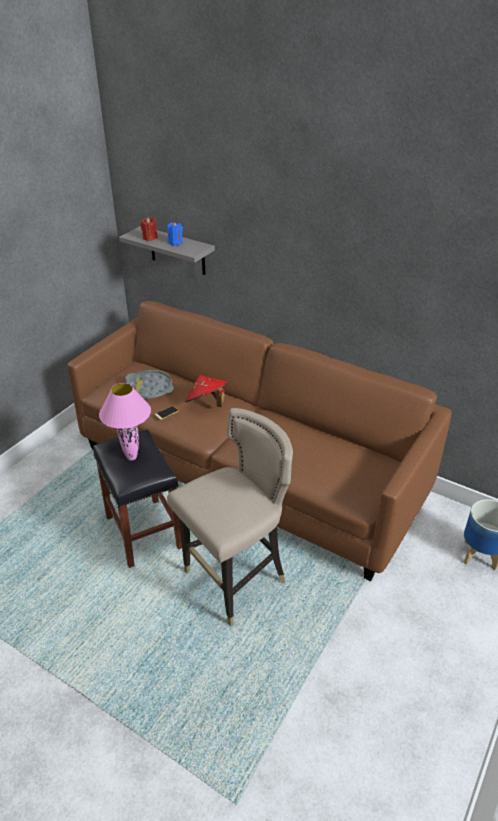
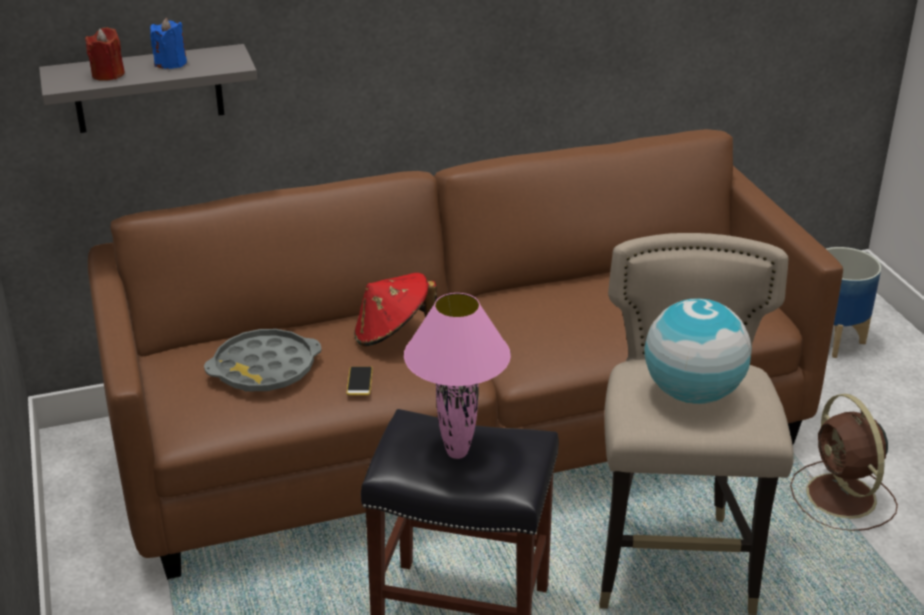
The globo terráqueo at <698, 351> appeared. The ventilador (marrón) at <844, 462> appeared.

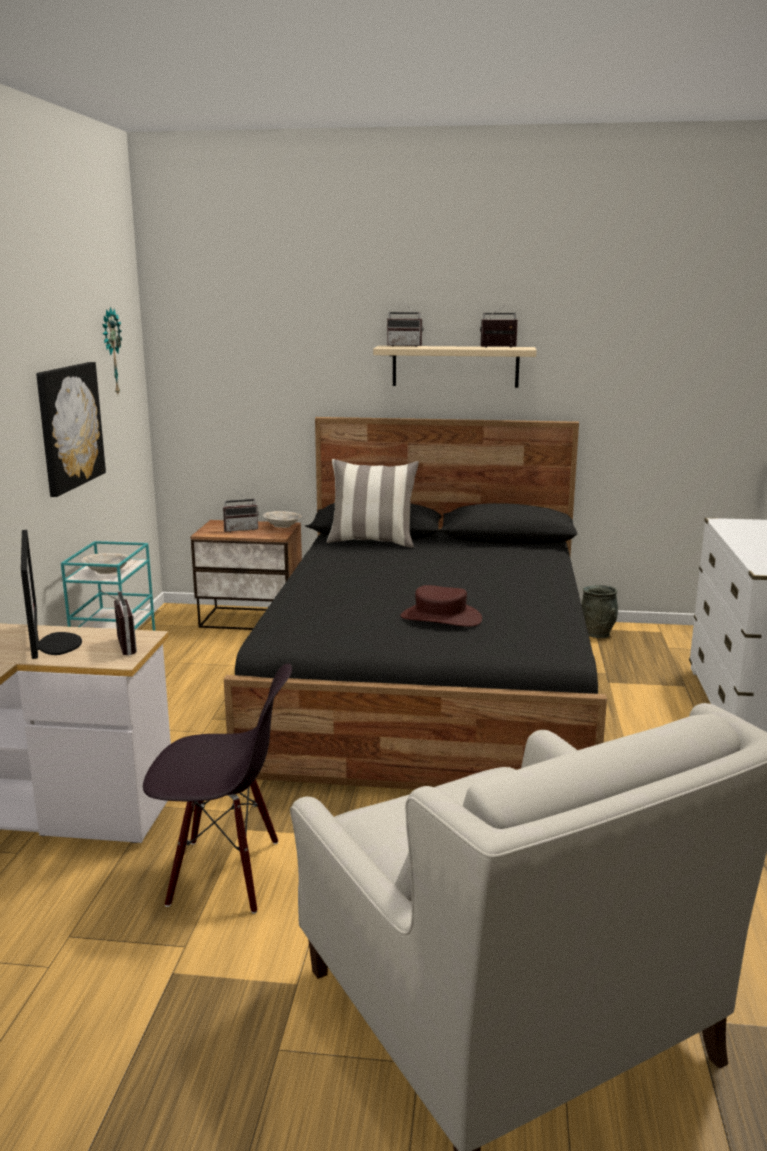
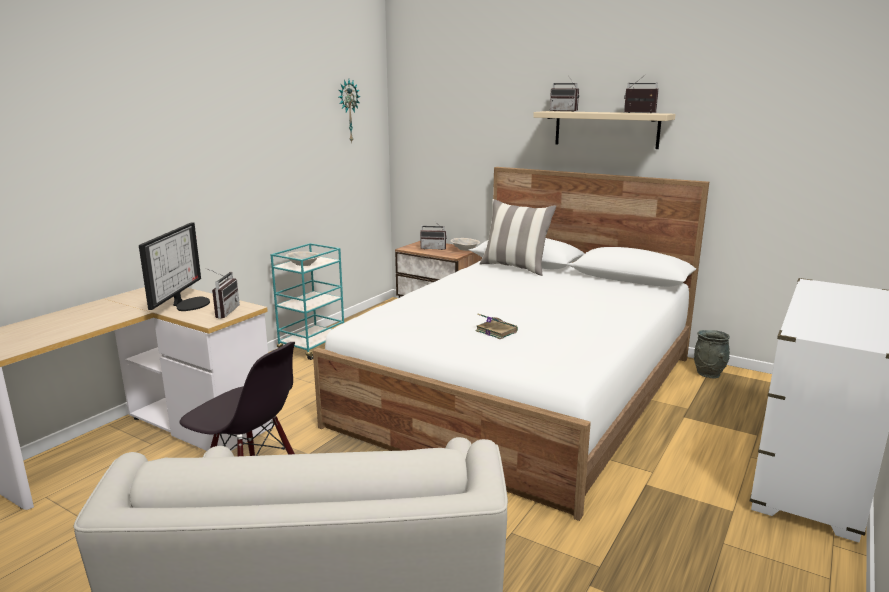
The cuadro at <71, 429> disappeared. The cama (negro) at <415, 603> became the cama (blanco) at <511, 344>. The sombrero (marrón) at <441, 606> was replaced by the libro at <496, 326>.

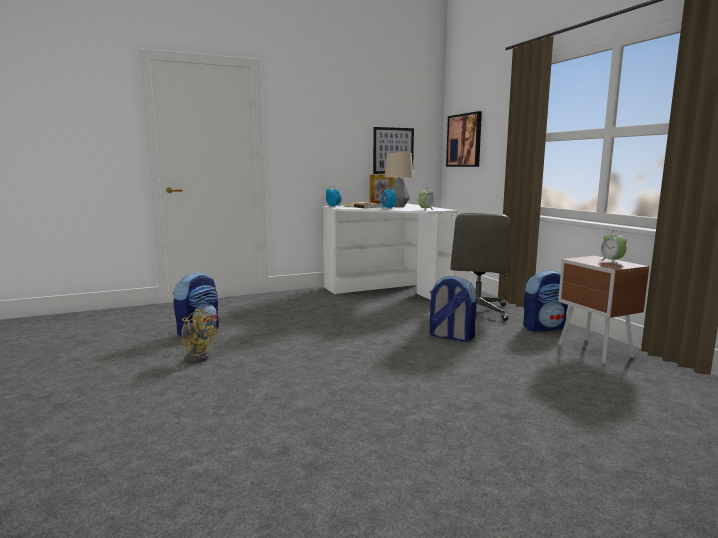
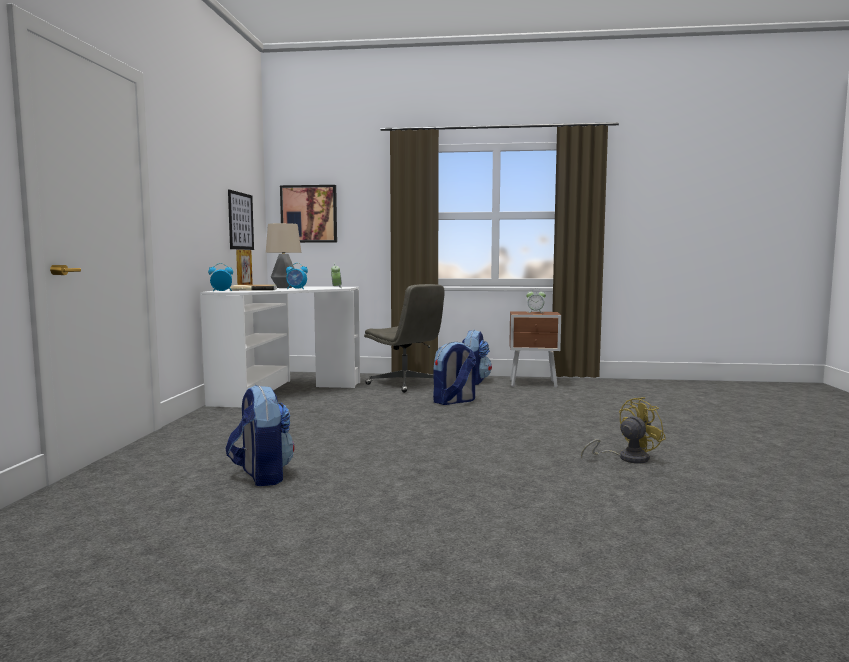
The ventilador (amarillo) moved from <199, 336> to <623, 430>.

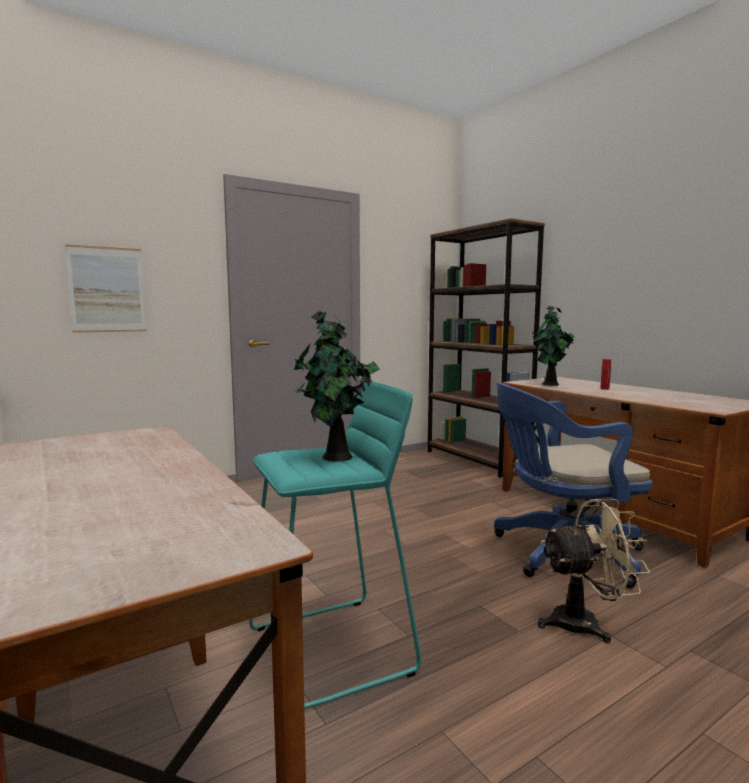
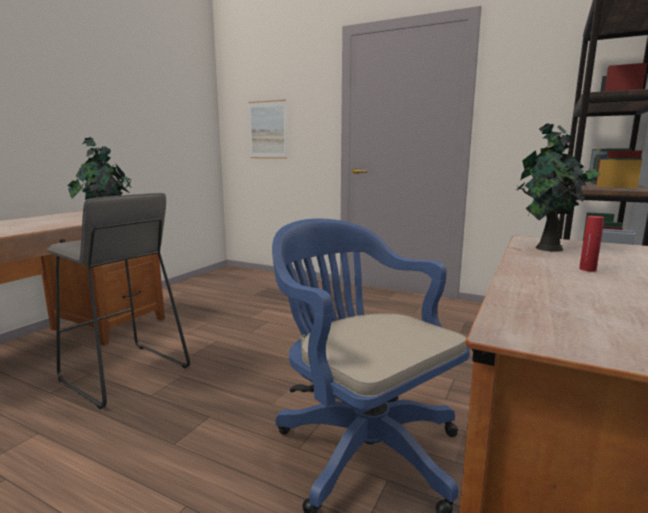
The taburete (turquesa) at <335, 545> became the taburete (gris) at <118, 301>. The ventilador (beis) at <594, 571> disappeared.

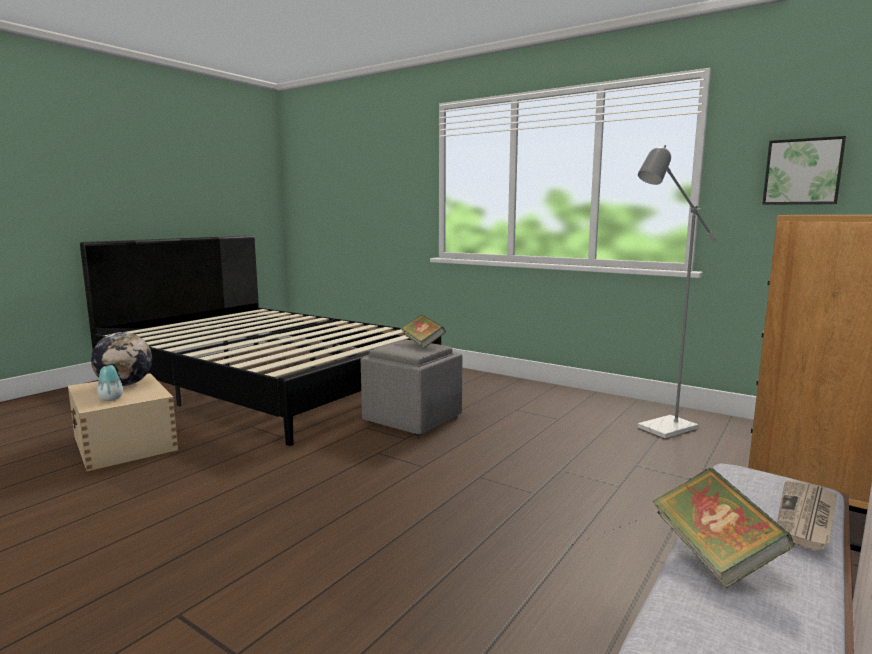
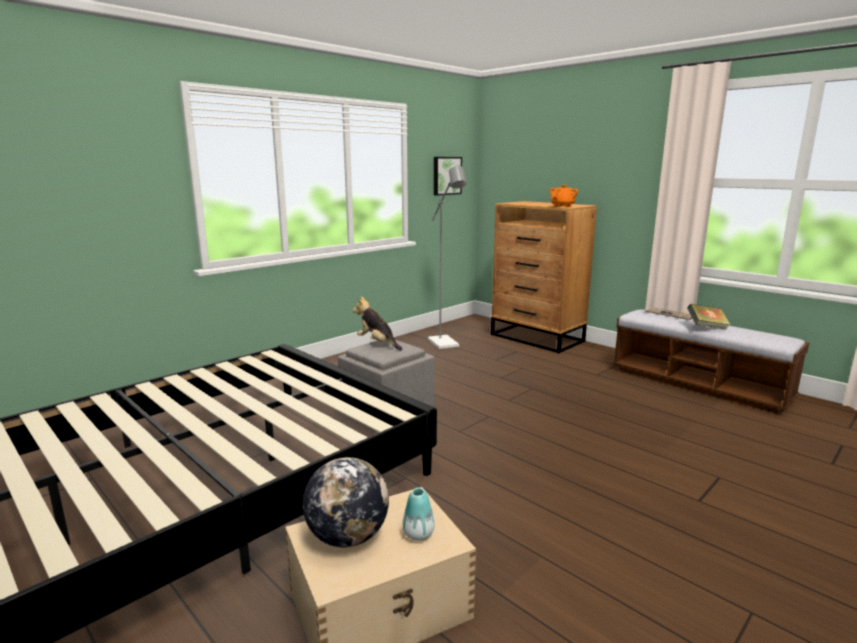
The libro at <423, 331> was replaced by the peluche at <378, 323>. The tetera (naranja) at <564, 196> appeared.

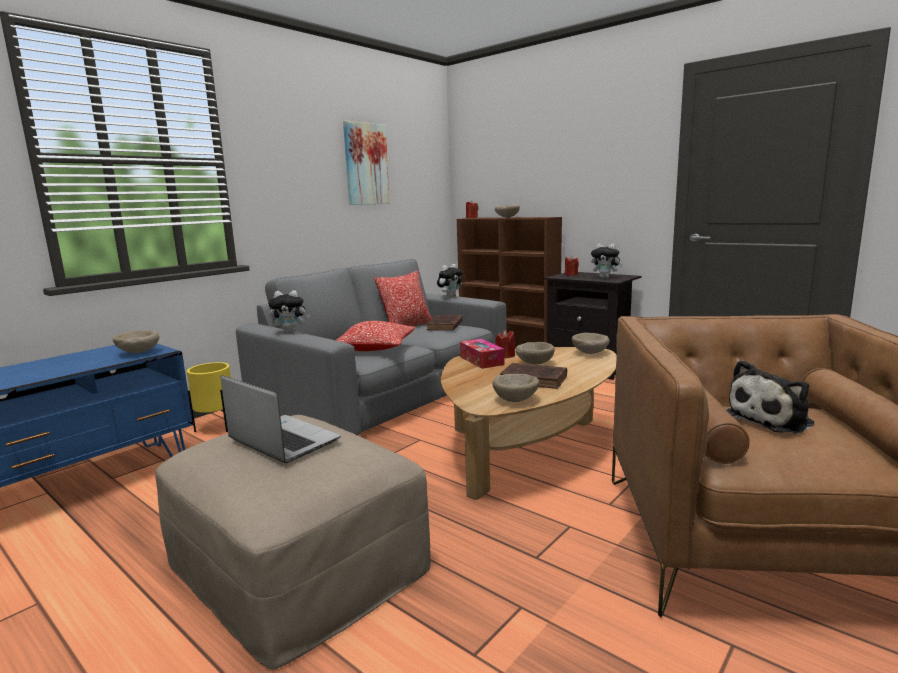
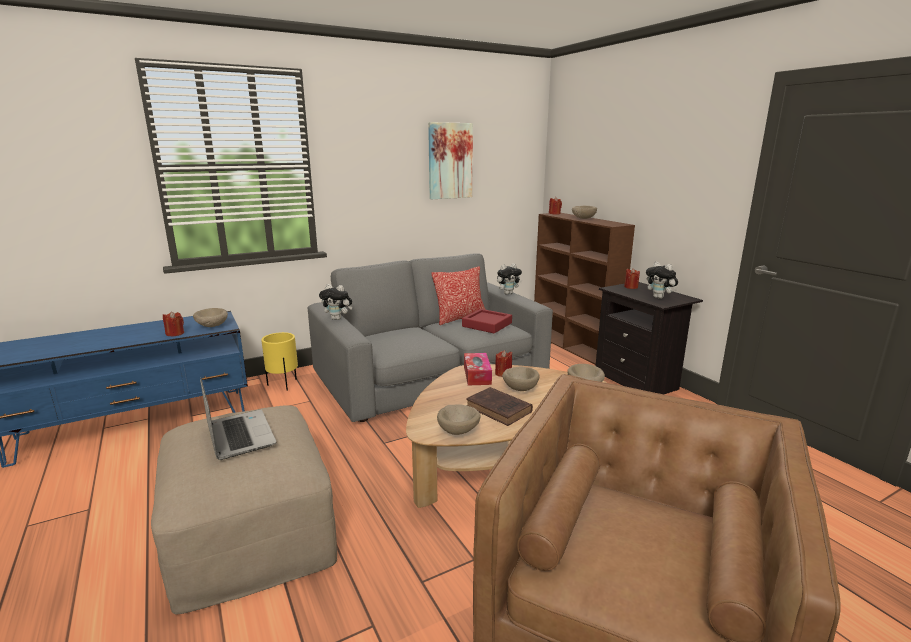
The libro (marrón) at <444, 323> was replaced by the bandeja (rojo) at <487, 321>. The cojín at <375, 336> disappeared. The peluche at <770, 397> disappeared. The vela (rojo) at <173, 323> appeared.

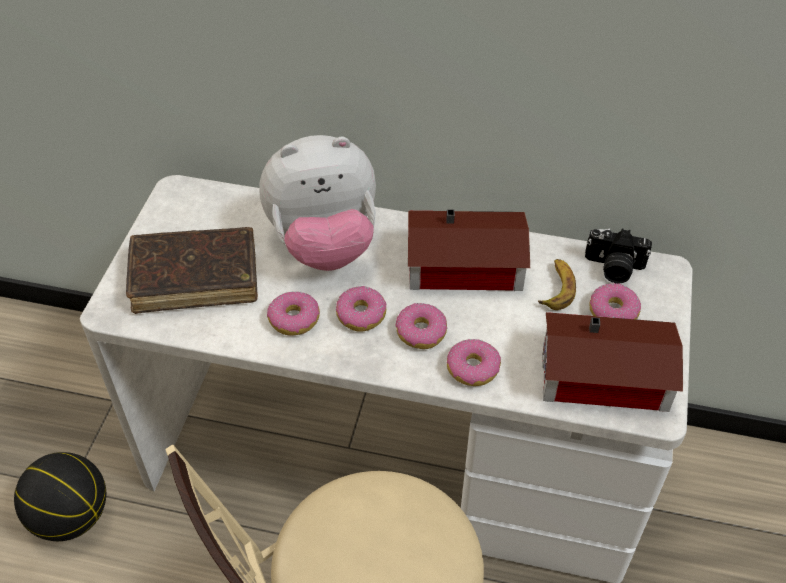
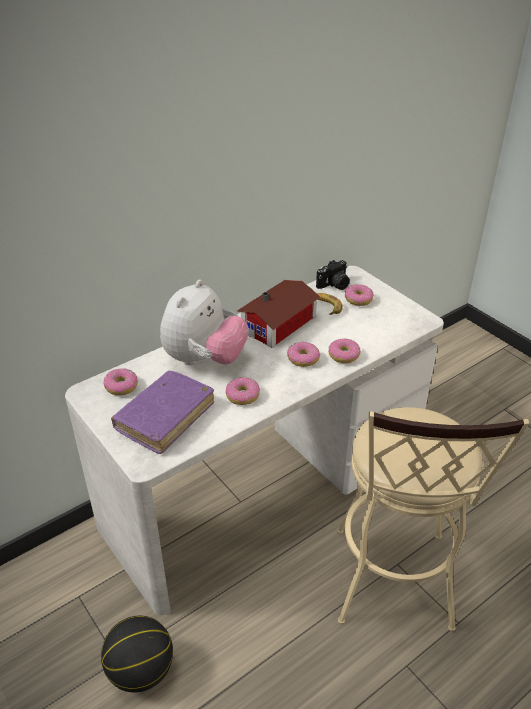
The libro (marrón) at <192, 270> became the libro (morado) at <162, 412>. The rosquilla moved from <361, 309> to <121, 381>. The casita at <612, 362> disappeared.

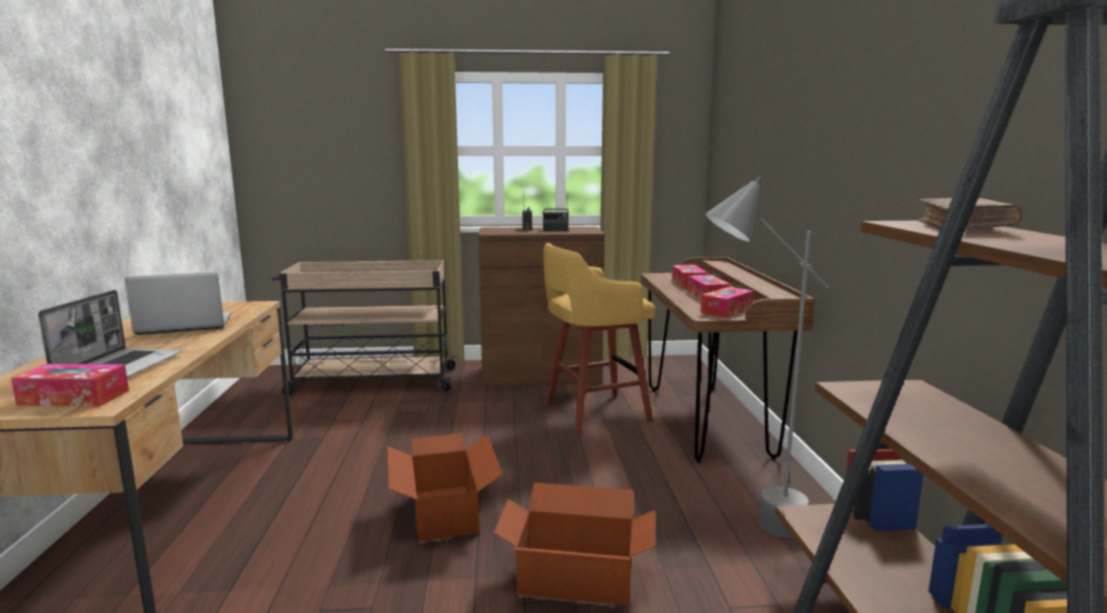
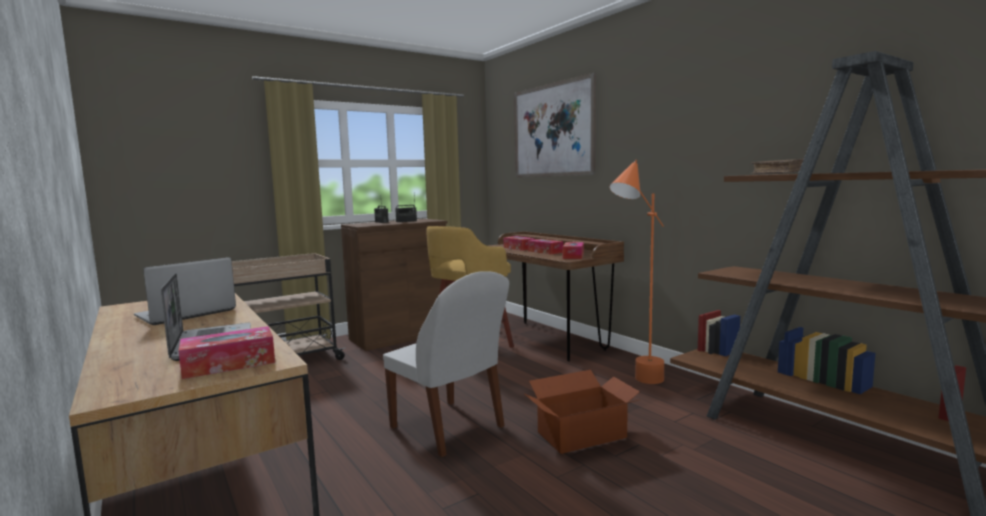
The lámpara de pie (gris) at <767, 357> became the lámpara de pie (naranja) at <636, 272>. The caja de cartón at <445, 487> was replaced by the silla (blanco) at <446, 364>. The cuadro at <555, 125> appeared.

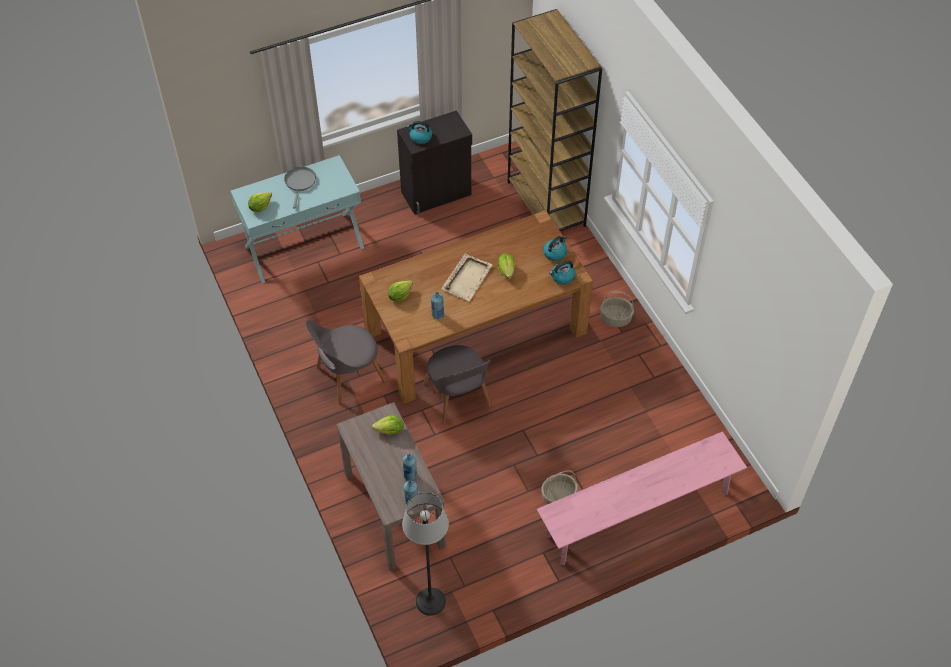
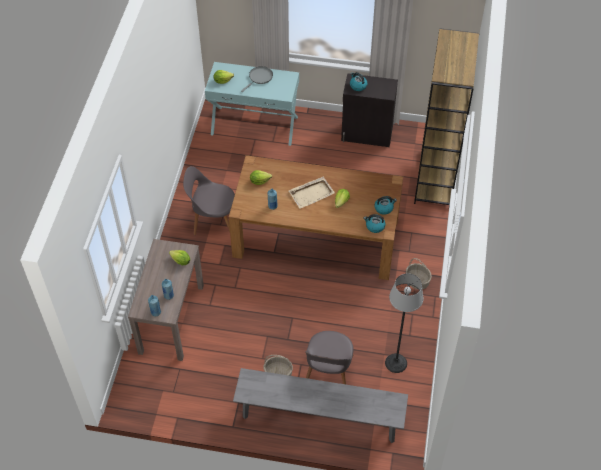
The silla (gris) moved from <457, 384> to <329, 357>. The banco (rosa) at <642, 498> became the banco (gris) at <320, 405>. The lámpara de pie moved from <425, 554> to <404, 323>.

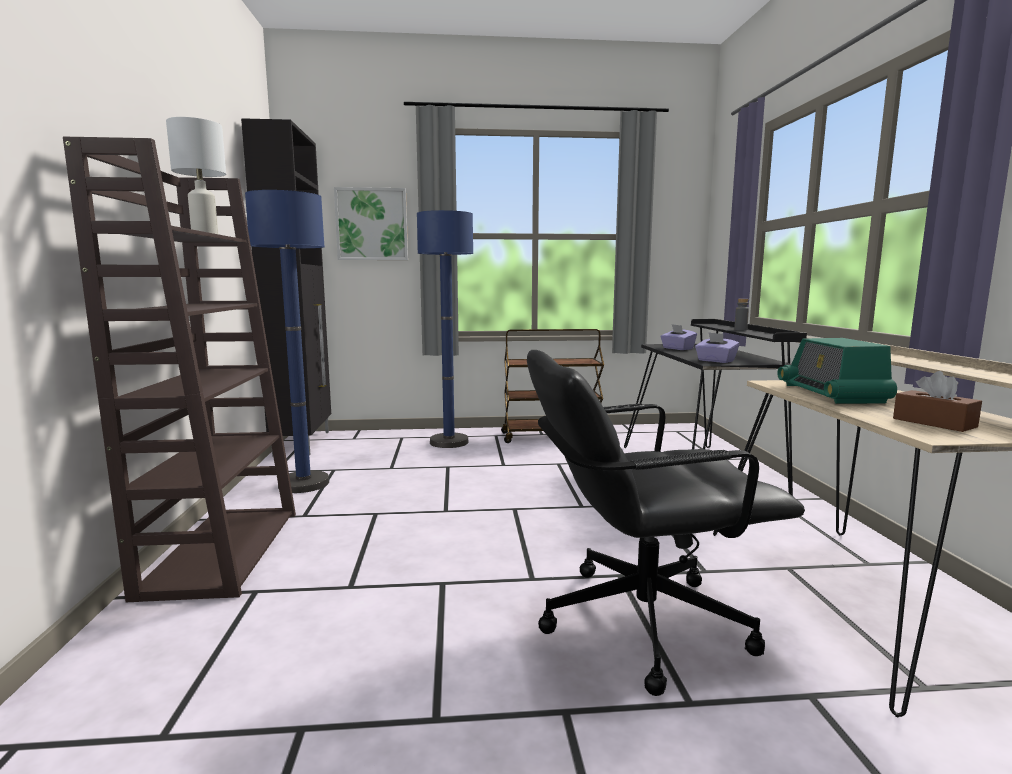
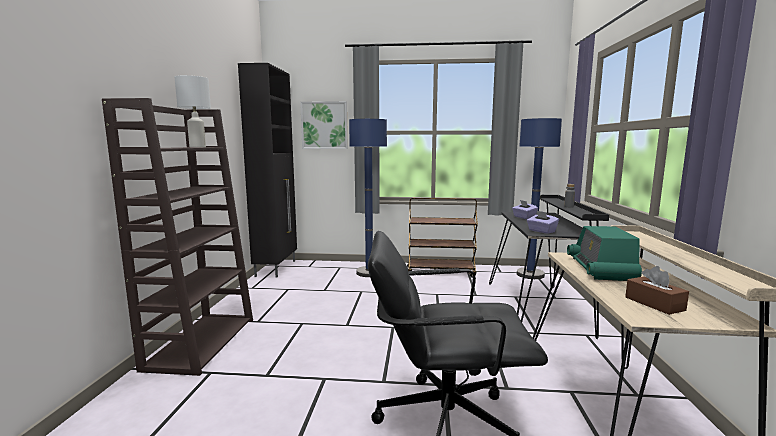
The lámpara de pie (azul) moved from <287, 341> to <539, 198>.

